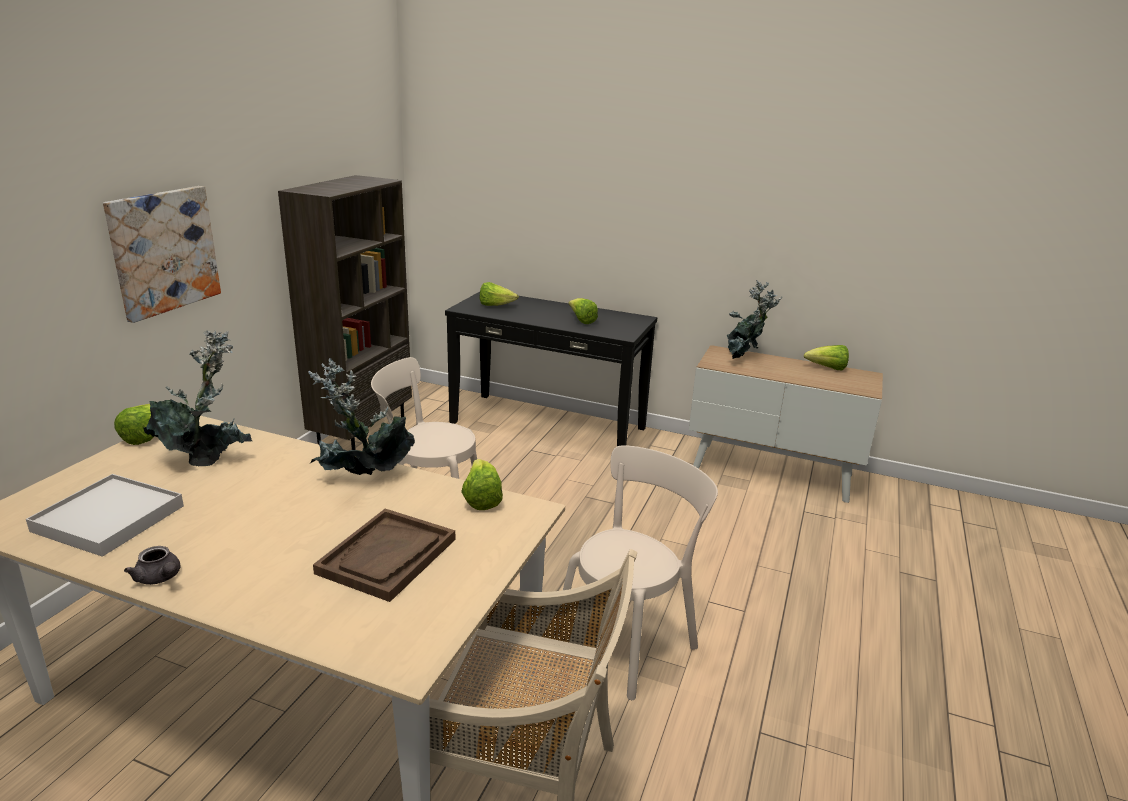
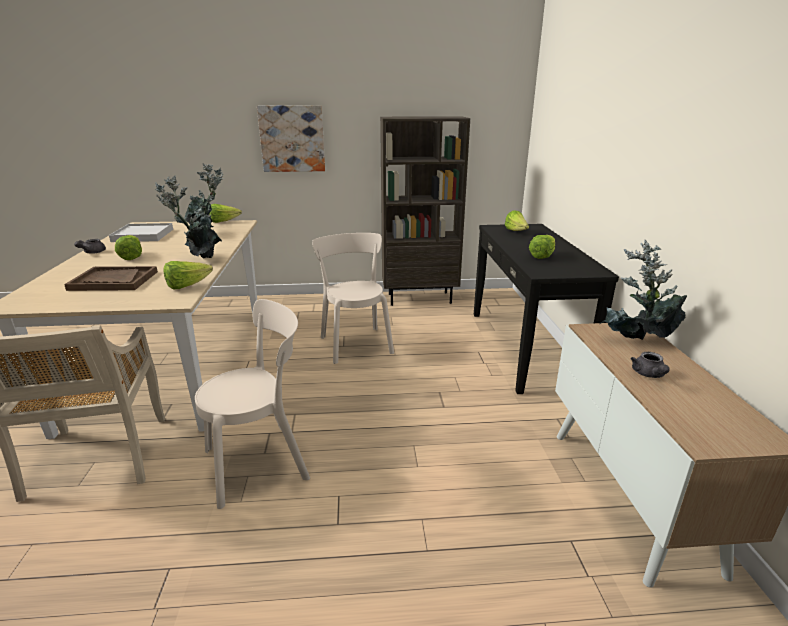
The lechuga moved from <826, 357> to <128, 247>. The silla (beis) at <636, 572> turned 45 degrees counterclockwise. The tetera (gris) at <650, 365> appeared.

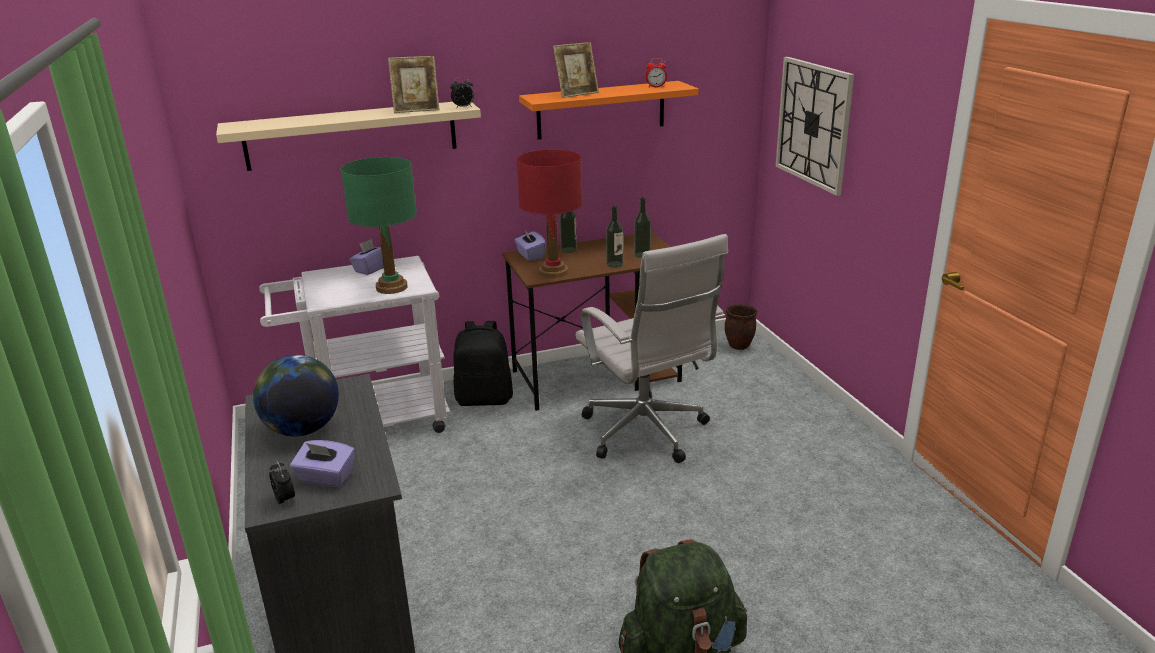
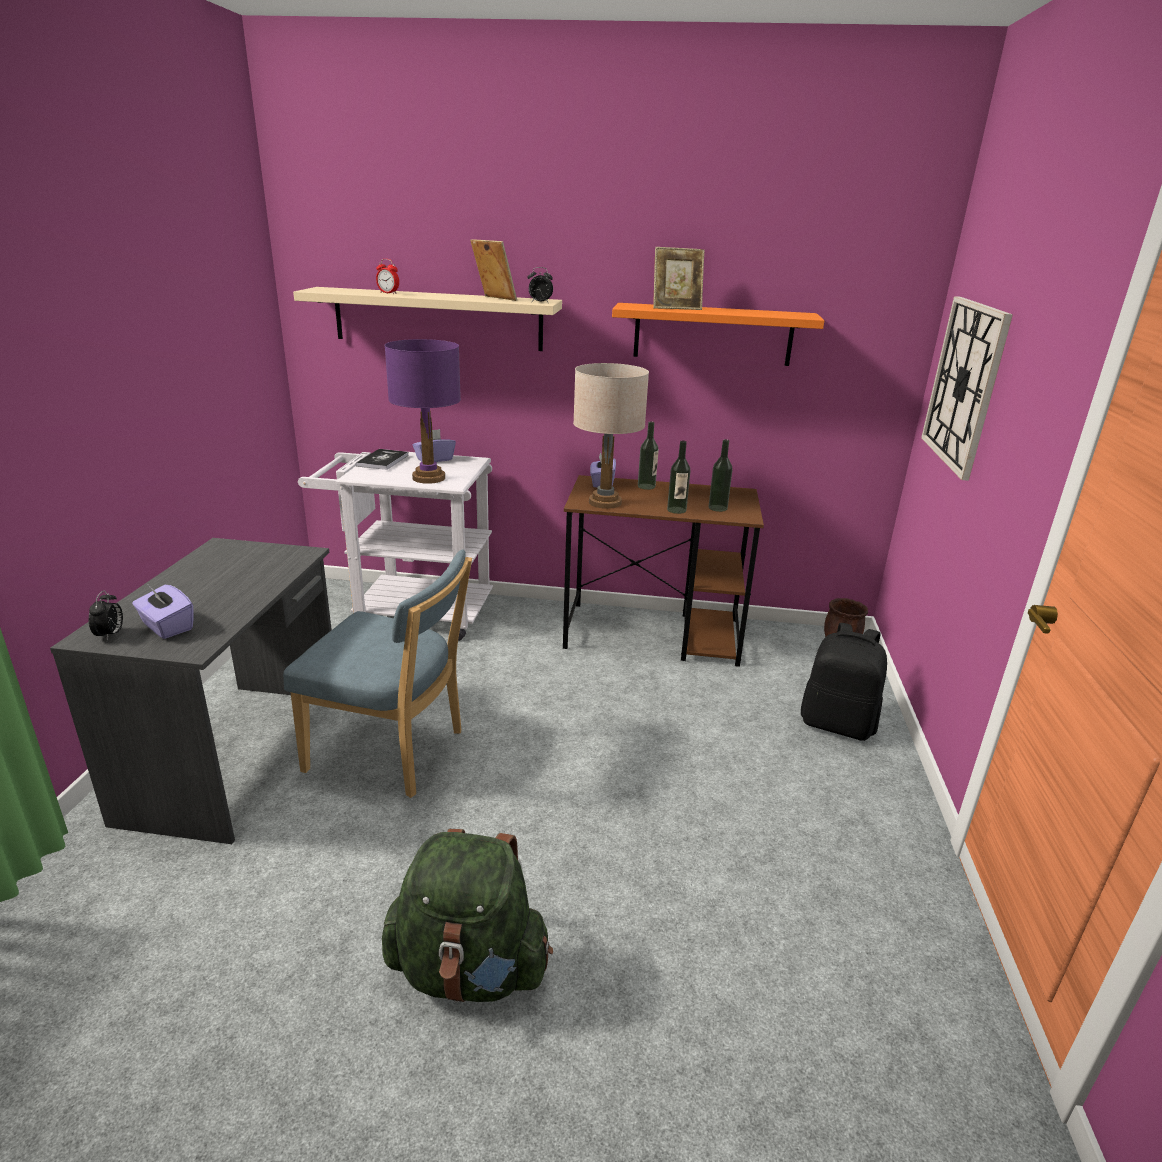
The portarretratos at <414, 84> turned 150 degrees counterclockwise. The despertador moved from <656, 73> to <387, 276>. The lámpara de mesa (rojo) at <549, 213> became the lámpara de mesa (beis) at <611, 436>. The lámpara de mesa (verde) at <378, 225> became the lámpara de mesa (morado) at <422, 411>. The silla de oficina (blanco) at <652, 348> disappeared. The mochila (negro) moved from <483, 363> to <844, 682>. The globo terráqueo at <296, 395> disappeared. The libro at <382, 459> appeared. The silla (azul) at <377, 673> appeared.

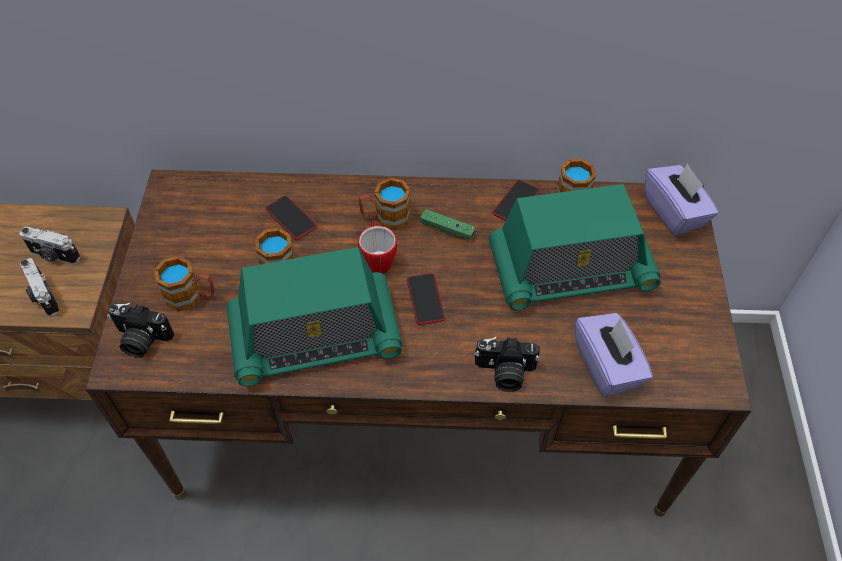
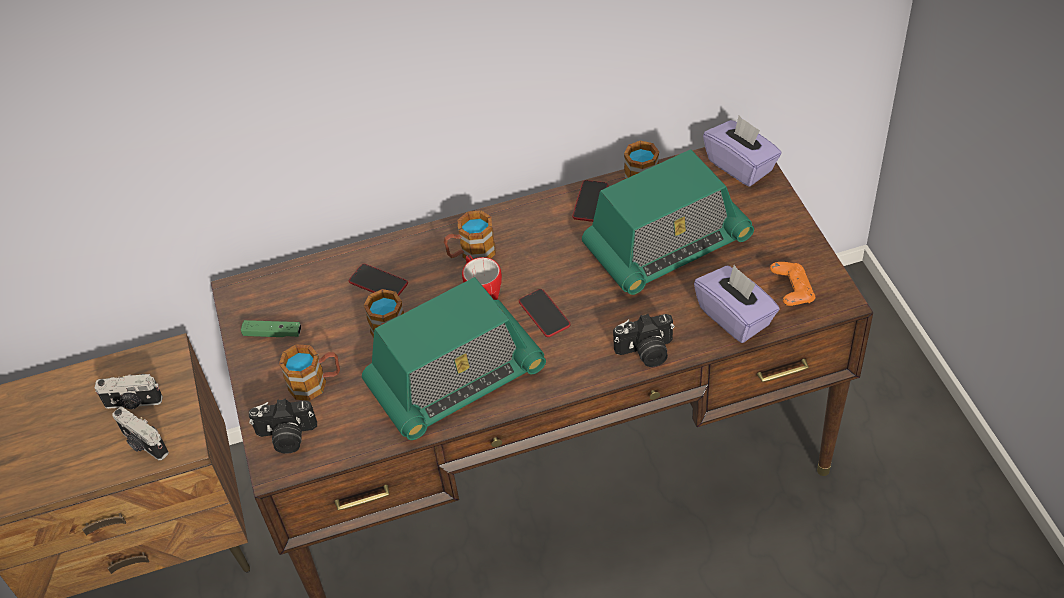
The mando de consola (verde) moved from <448, 224> to <271, 328>. The mando de consola (naranja) at <792, 284> appeared.

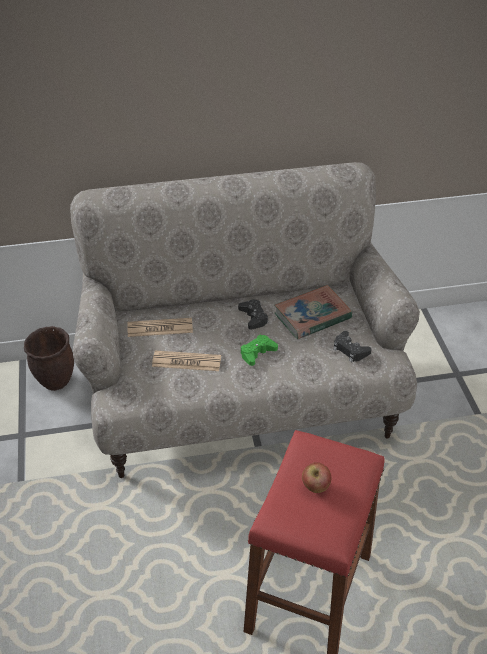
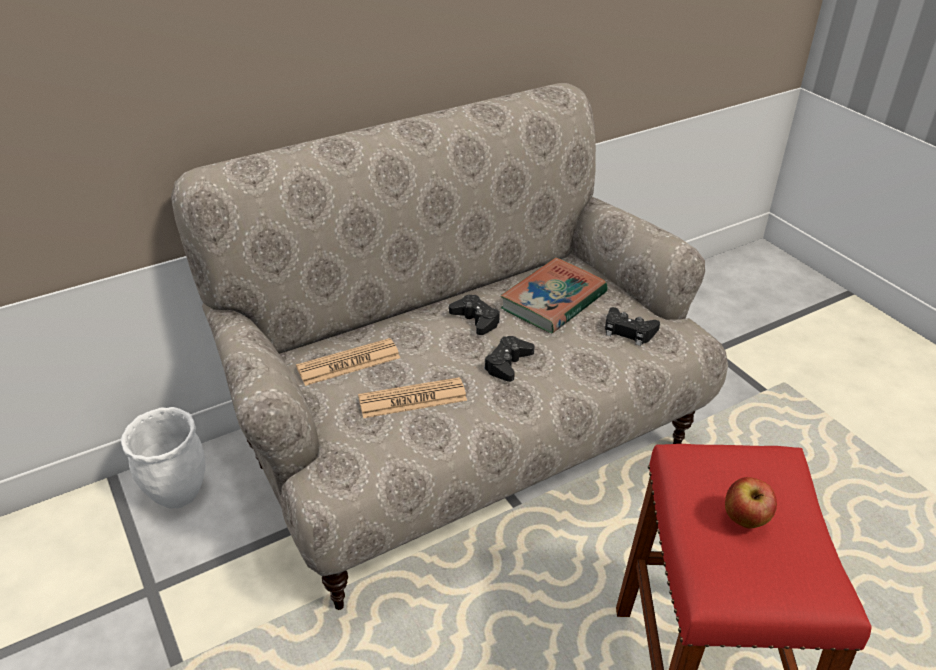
The maceta (marrón) at <49, 358> became the maceta (blanco) at <163, 457>. The mando de consola (verde) at <259, 350> became the mando de consola (negro) at <509, 359>.

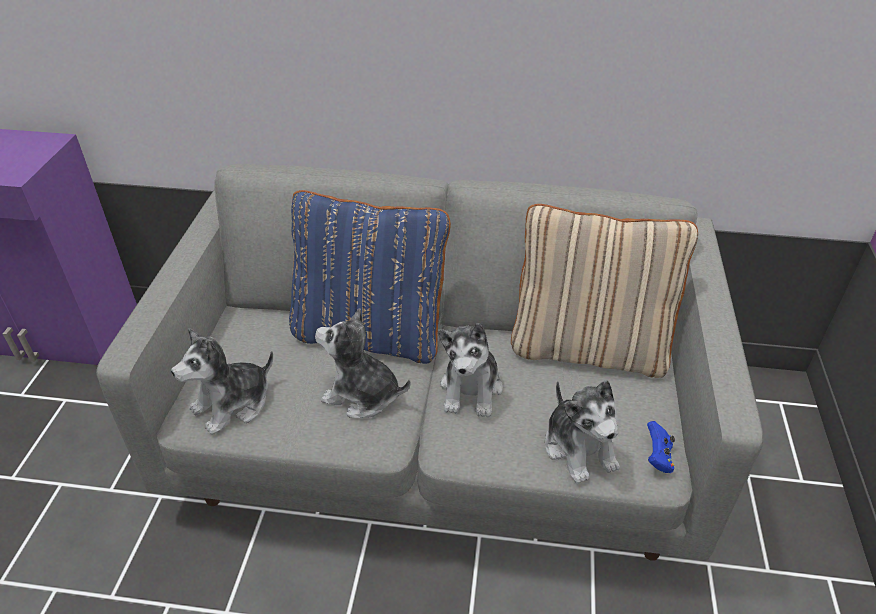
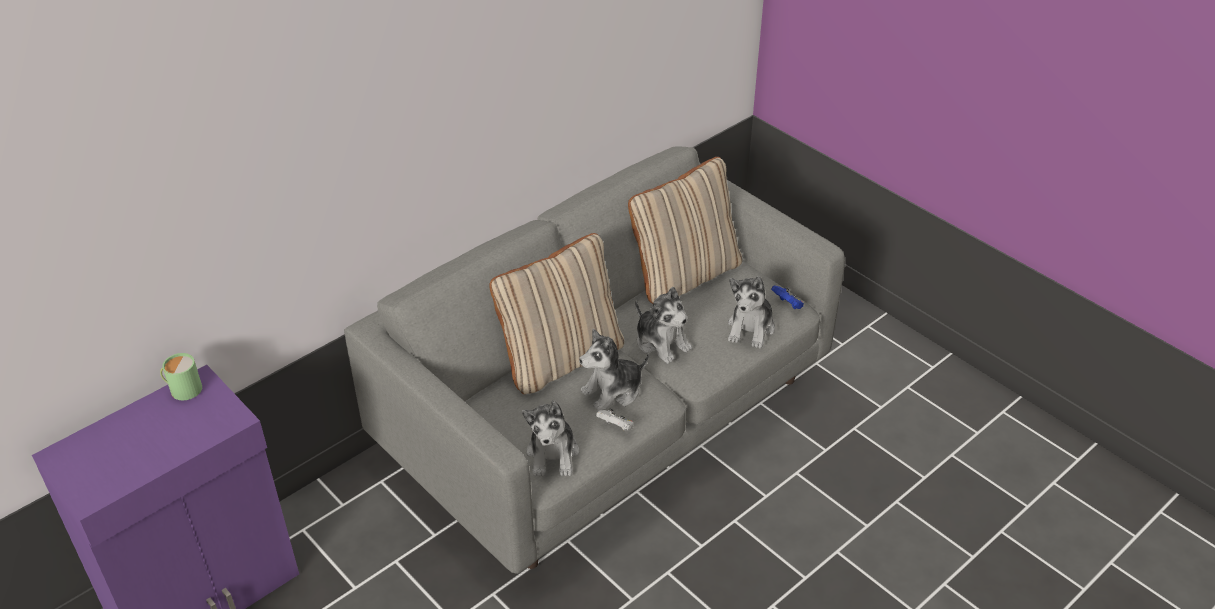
The cojín (azul) at <370, 277> became the cojín (beis) at <556, 313>. The peluche at <582, 432> turned 90 degrees clockwise. The taza grande (verde) at <181, 376> appeared. The mando de consola (blanco) at <615, 420> appeared.

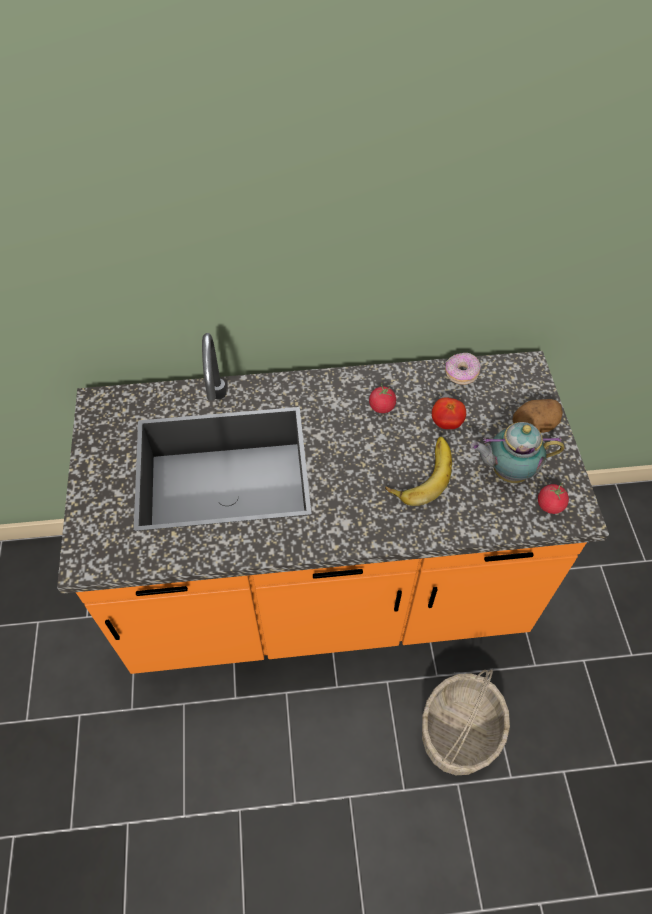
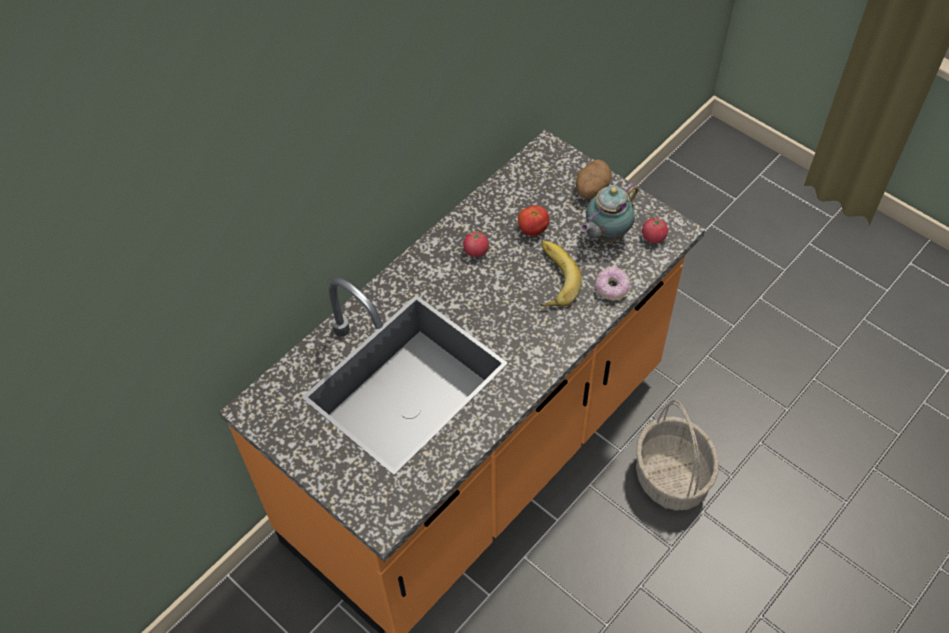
The rosquilla moved from <462, 369> to <612, 283>.

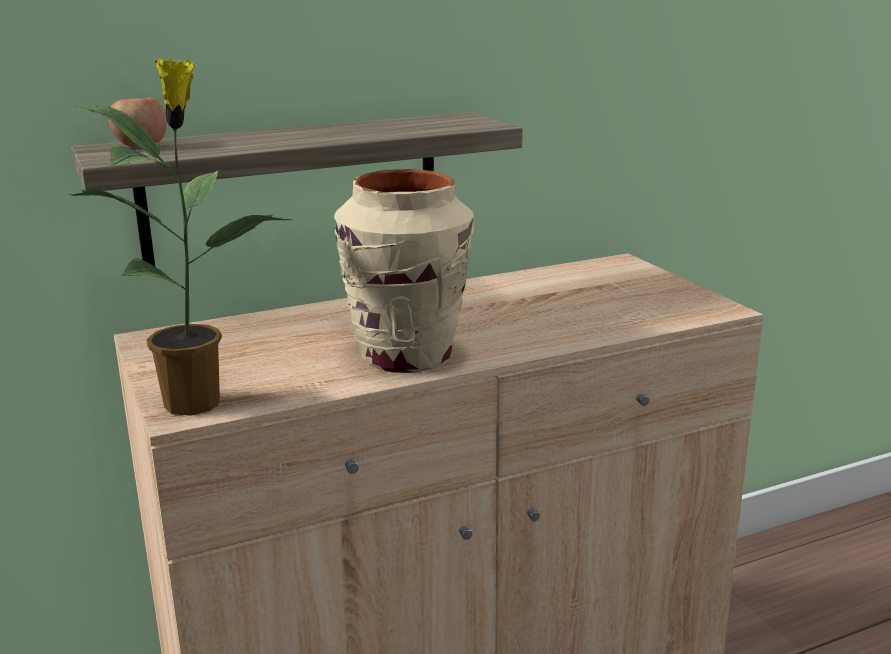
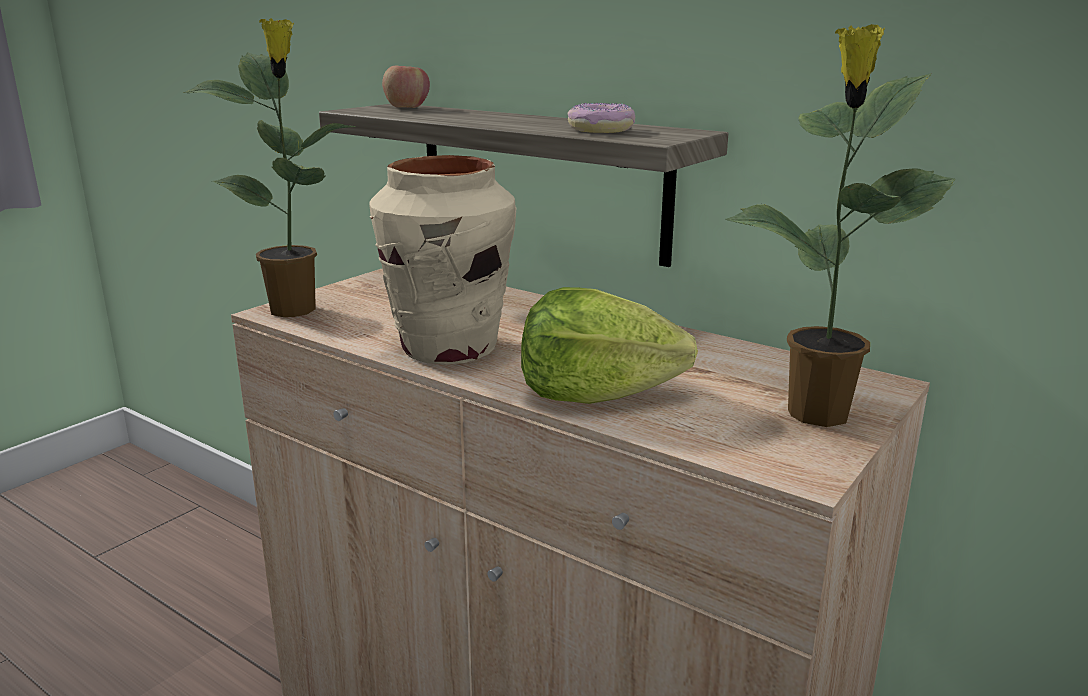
The planta en maceta at <841, 225> appeared. The rosquilla at <601, 118> appeared. The lechuga at <609, 345> appeared.

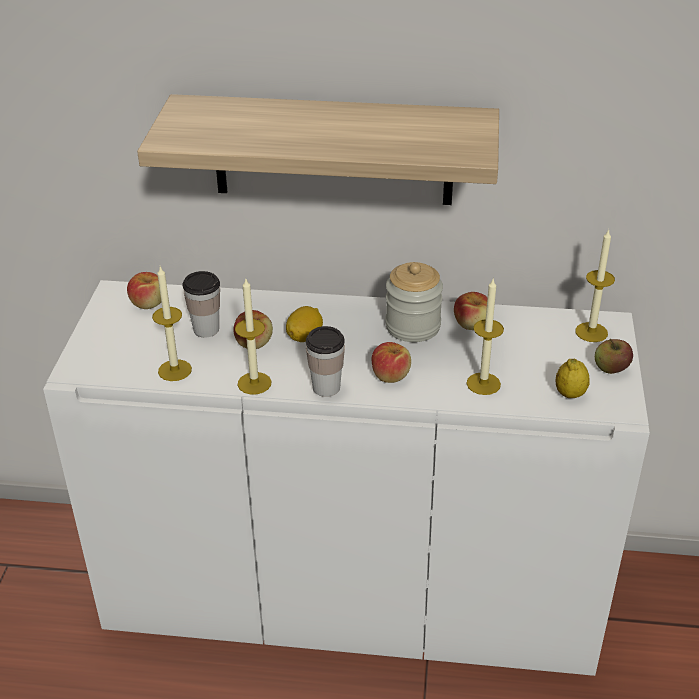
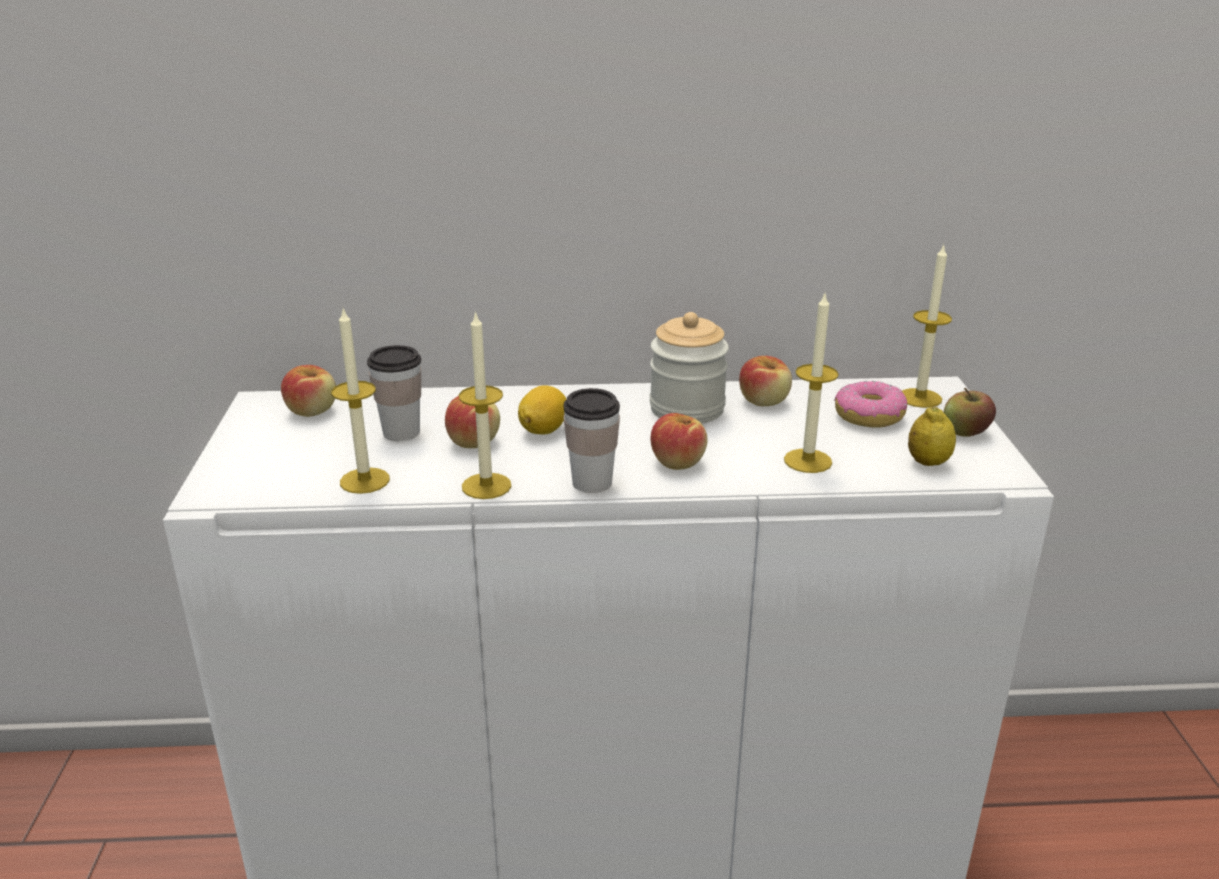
The estante at <318, 149> disappeared. The rosquilla at <870, 404> appeared.

